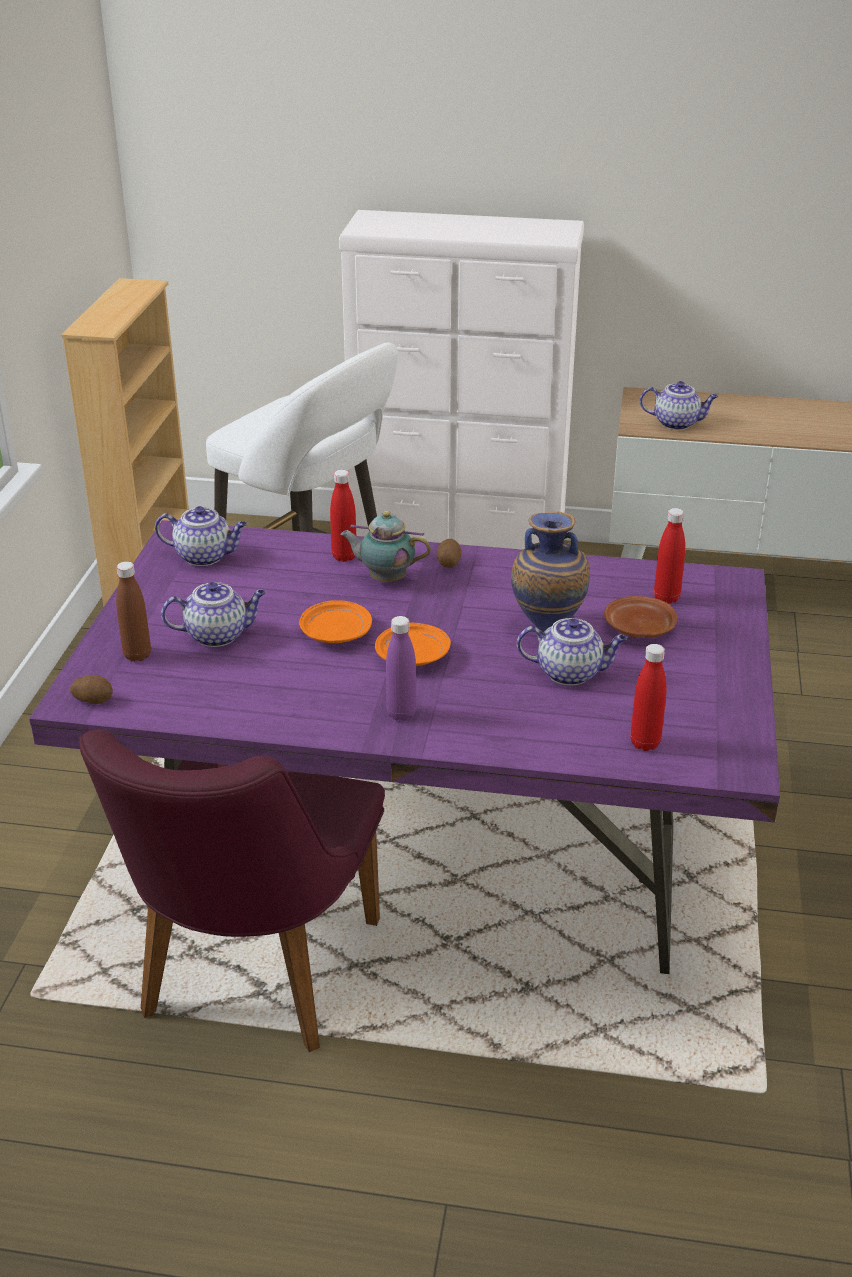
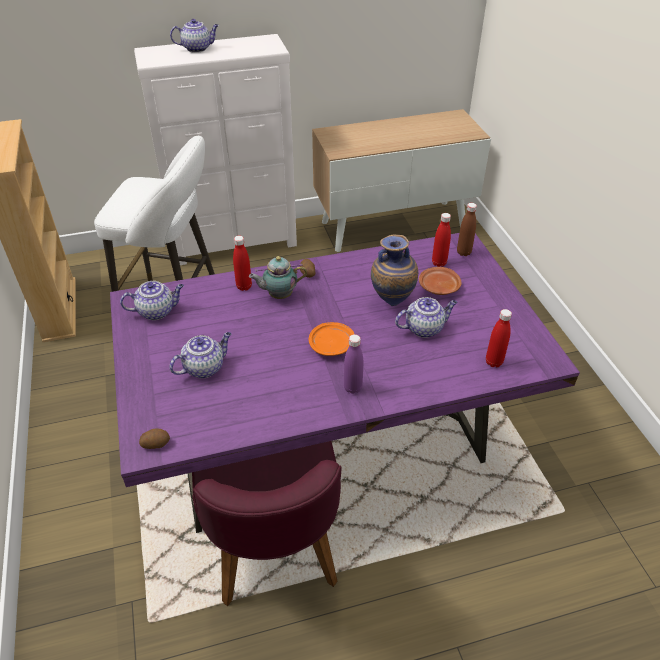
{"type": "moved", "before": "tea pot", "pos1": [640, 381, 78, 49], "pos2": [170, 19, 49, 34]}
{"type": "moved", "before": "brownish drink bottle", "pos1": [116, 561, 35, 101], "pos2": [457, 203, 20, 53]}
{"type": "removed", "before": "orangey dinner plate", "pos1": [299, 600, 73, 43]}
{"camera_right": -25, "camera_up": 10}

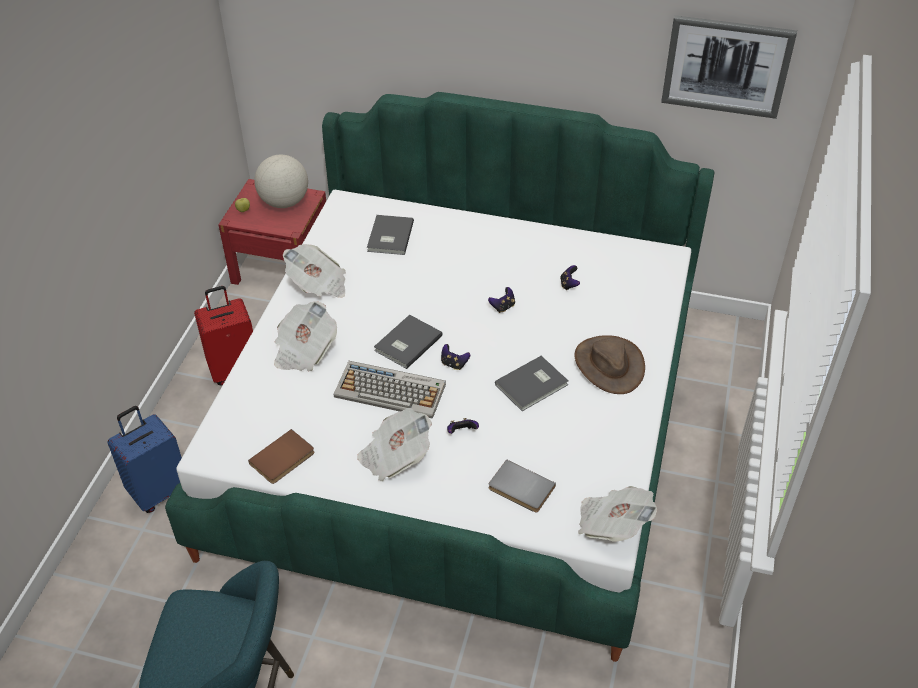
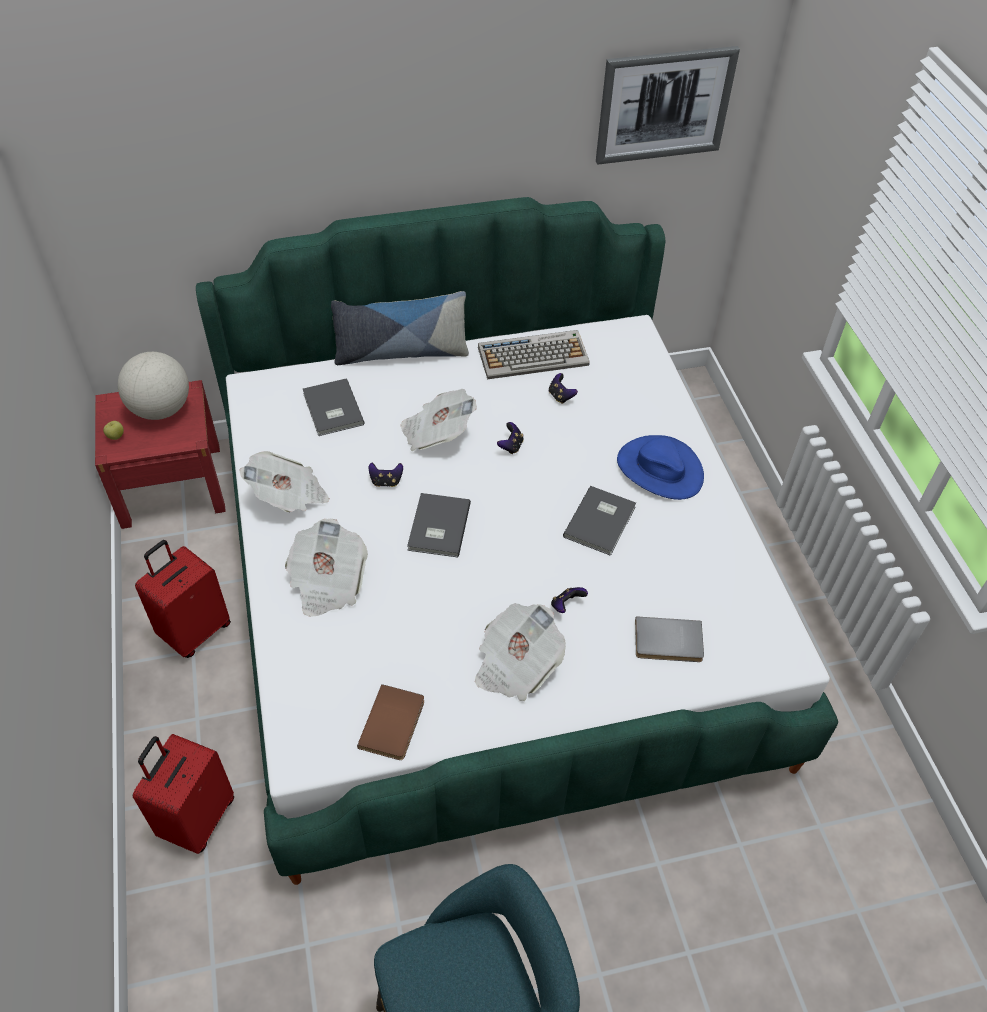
{"type": "recoloured", "before": "brownish clothing hat", "after": "bluish clothing hat", "pos1": [574, 335, 71, 59], "pos2": [617, 435, 87, 65]}
{"type": "moved", "before": "joypad", "pos1": [441, 344, 29, 26], "pos2": [369, 462, 34, 25]}
{"type": "moved", "before": "computer keyboard", "pos1": [334, 361, 112, 58], "pos2": [478, 330, 112, 50]}
{"type": "recoloured", "before": "bluish travel case", "after": "reddish travel case", "pos1": [107, 406, 75, 107], "pos2": [133, 734, 101, 120]}
{"type": "moved", "before": "daily paper", "pos1": [578, 486, 79, 56], "pos2": [400, 389, 77, 62]}
{"type": "added", "after": "cushion", "pos2": [331, 291, 138, 74]}
{"camera_right": -30, "camera_up": 5}

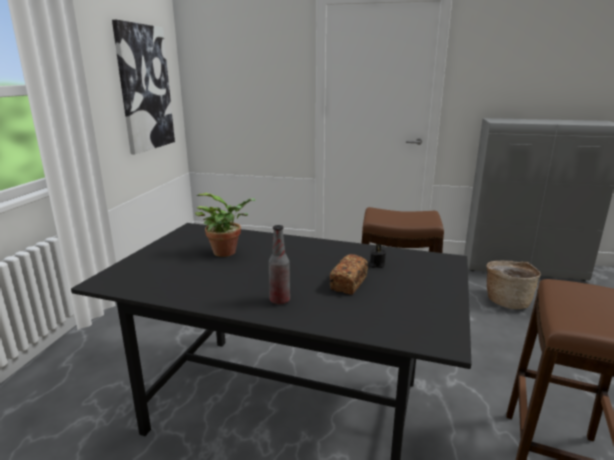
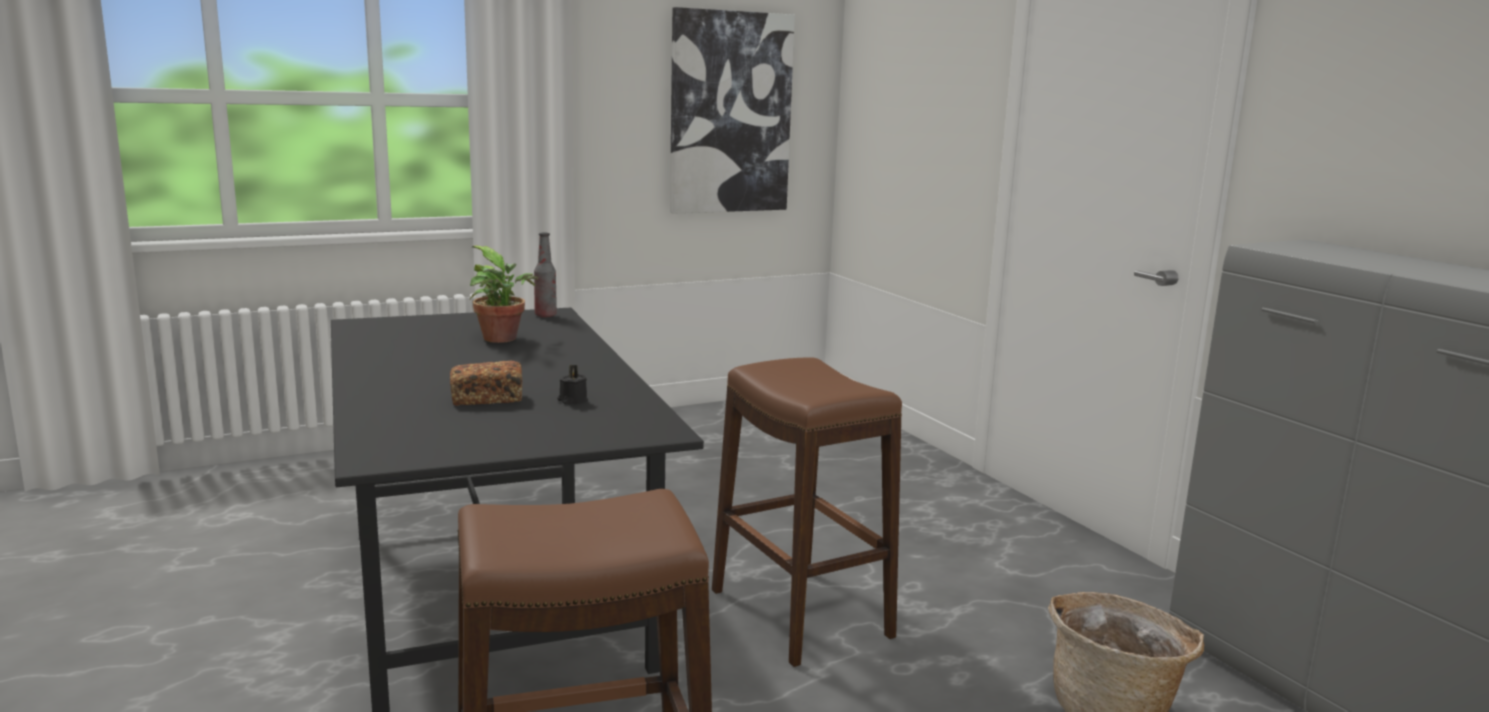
{"type": "moved", "before": "drink bottle", "pos1": [269, 225, 21, 80], "pos2": [534, 233, 23, 84]}
{"camera_right": 50, "camera_up": -5}

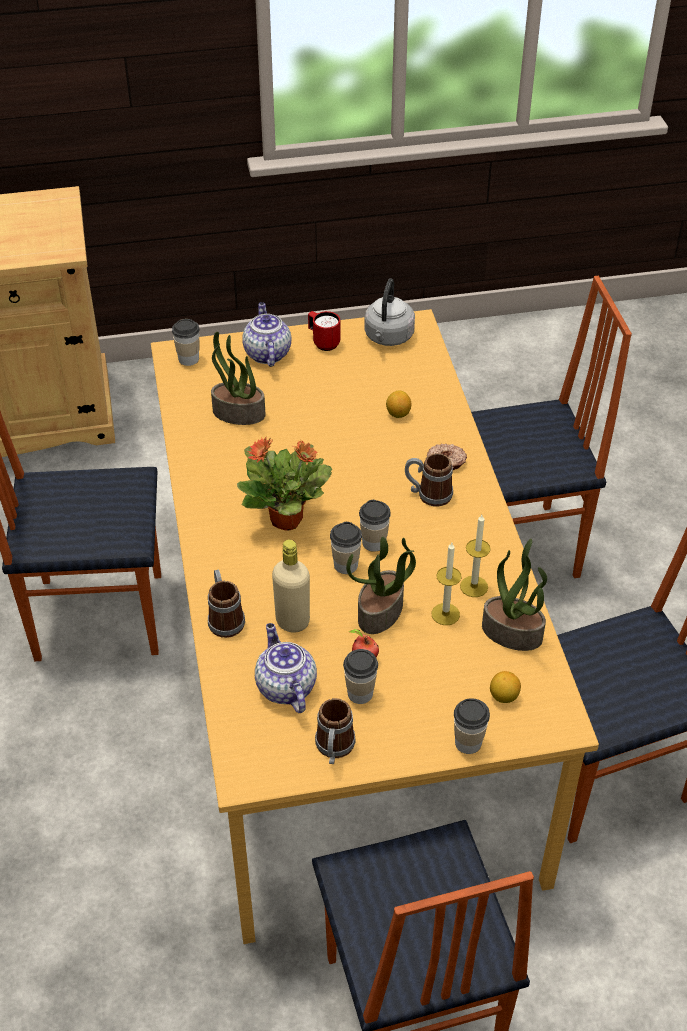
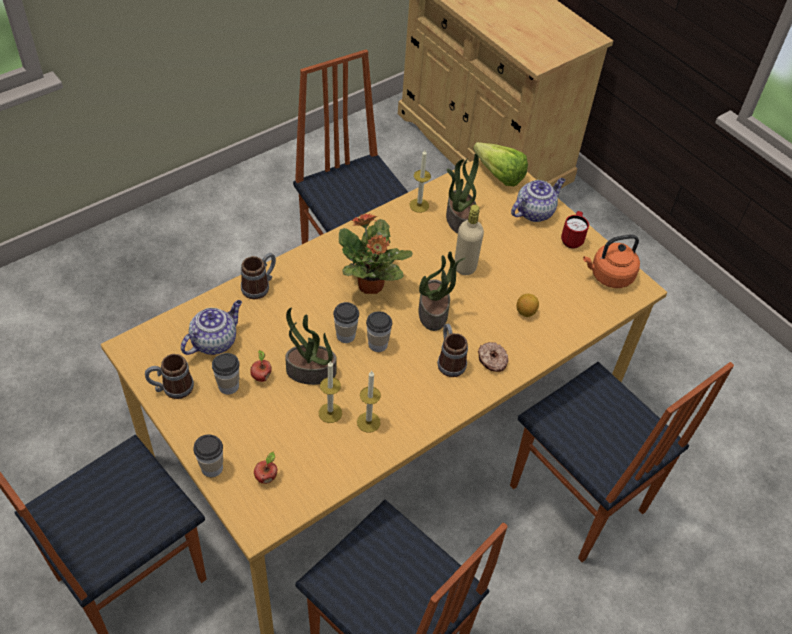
{"type": "recoloured", "before": "gray water kettle", "after": "orangey water kettle", "pos1": [364, 278, 51, 68], "pos2": [583, 234, 57, 54]}
{"type": "replaced", "before": "small cup", "after": "lettuce head", "pos1": [172, 319, 28, 47], "pos2": [473, 142, 55, 44]}
{"type": "moved", "before": "houseplant", "pos1": [482, 539, 65, 112], "pos2": [418, 252, 48, 79]}
{"type": "moved", "before": "beige-coloured drink bottle", "pos1": [272, 540, 38, 93], "pos2": [454, 204, 30, 71]}
{"type": "replaced", "before": "lemon", "after": "whole apple", "pos1": [490, 671, 31, 32], "pos2": [254, 451, 23, 33]}
{"type": "added", "after": "wax light", "pos2": [410, 150, 21, 63]}
{"camera_right": 60, "camera_up": 5}

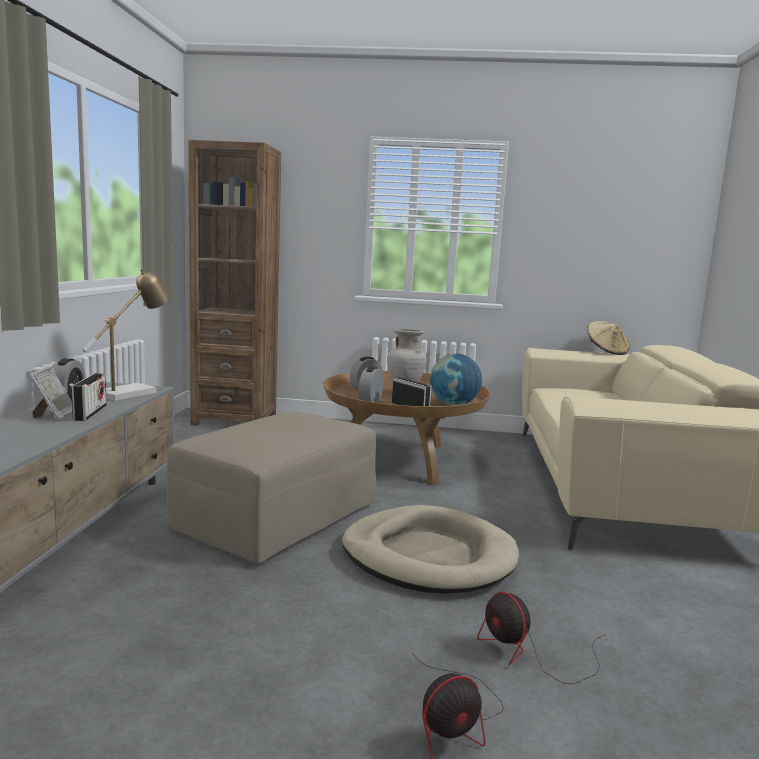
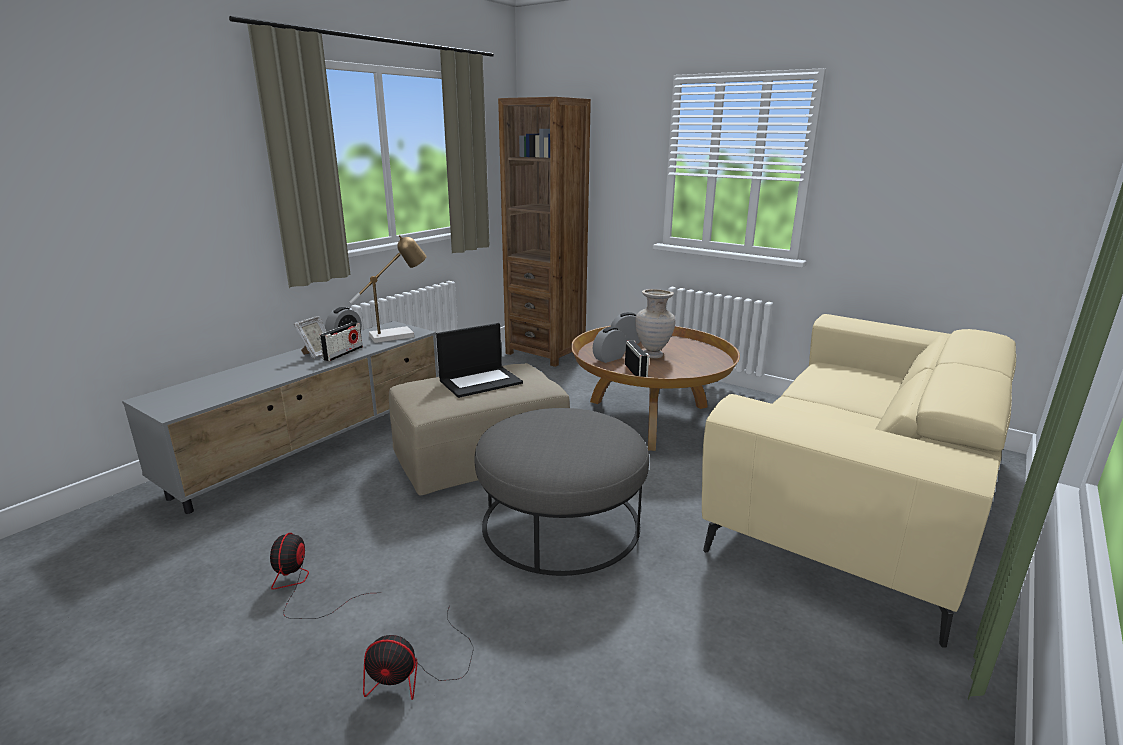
{"type": "removed", "before": "beige-coloured clothing hat", "pos1": [587, 321, 43, 34]}
{"type": "removed", "before": "world globe", "pos1": [430, 354, 52, 51]}
{"type": "replaced", "before": "beige-coloured dog bed", "after": "gray pouffe", "pos1": [342, 505, 177, 89], "pos2": [475, 408, 174, 168]}
{"type": "moved", "before": "fan", "pos1": [477, 592, 128, 92], "pos2": [270, 533, 99, 86]}
{"type": "added", "after": "notebook computer", "pos2": [436, 323, 87, 75]}
{"camera_right": 30, "camera_up": 10}

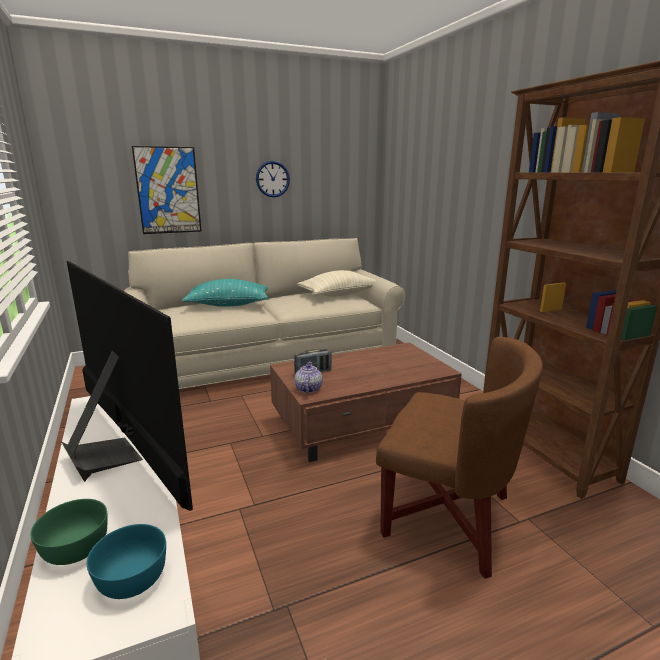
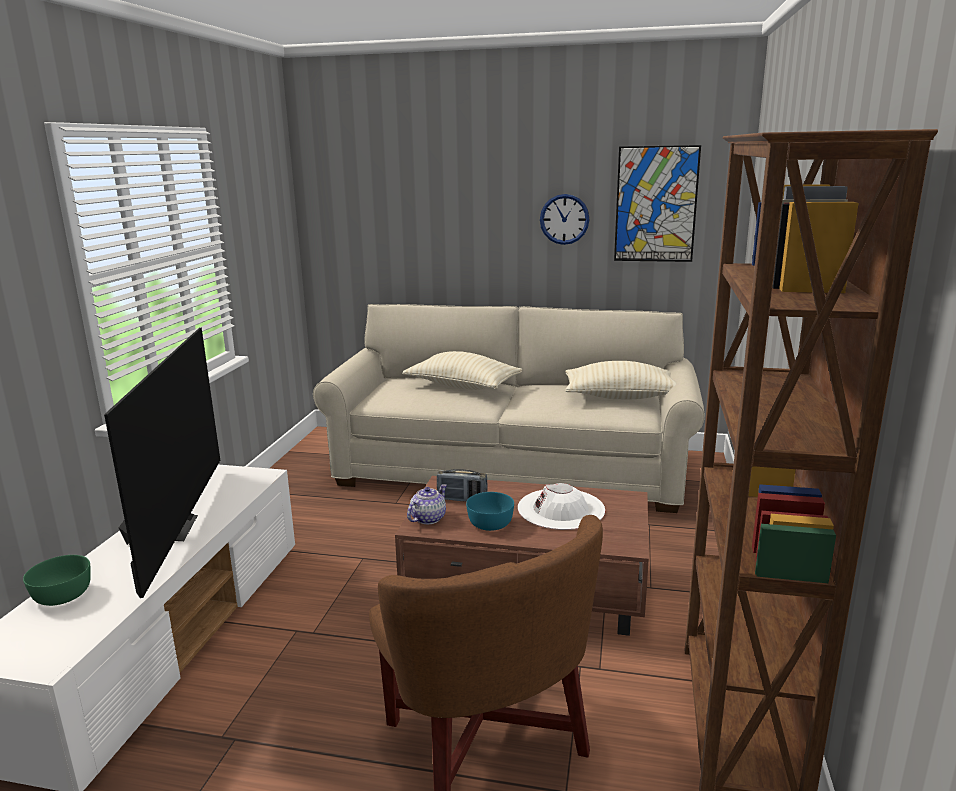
{"type": "moved", "before": "wall art", "pos1": [132, 146, 70, 88], "pos2": [614, 145, 87, 117]}
{"type": "recoloured", "before": "turquoise-coloured cushion", "after": "beige-coloured cushion", "pos1": [182, 279, 87, 28], "pos2": [402, 351, 120, 39]}
{"type": "moved", "before": "turquoise-coloured serving bowl", "pos1": [87, 524, 79, 75], "pos2": [466, 492, 48, 39]}
{"type": "added", "after": "white clothing hat", "pos2": [518, 483, 87, 47]}
{"camera_right": 35, "camera_up": 0}

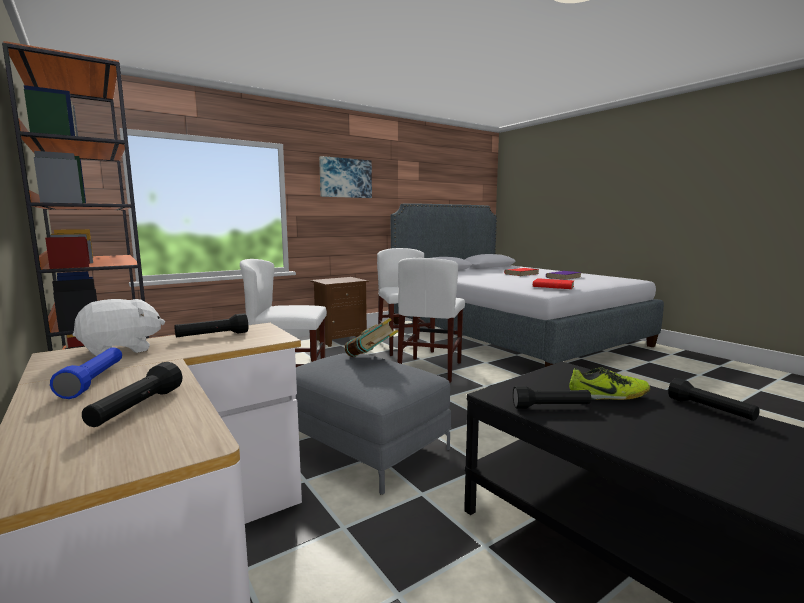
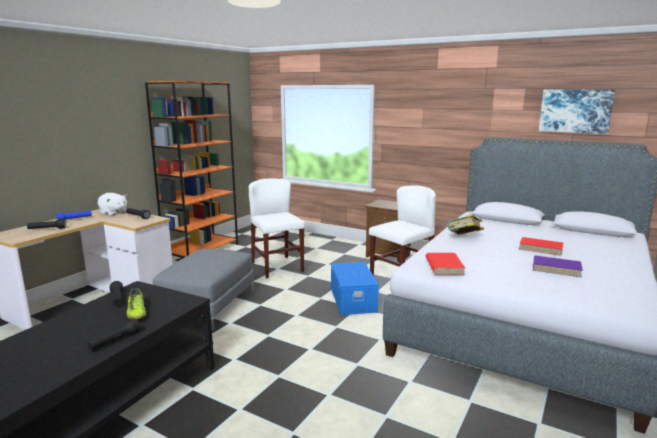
{"type": "moved", "before": "wall art", "pos1": [319, 156, 53, 42], "pos2": [539, 89, 76, 45]}
{"type": "replaced", "before": "white upright chair", "after": "bluish storage bin", "pos1": [398, 258, 67, 125], "pos2": [331, 262, 48, 53]}
{"type": "moved", "before": "volume", "pos1": [344, 318, 55, 39], "pos2": [447, 214, 37, 21]}
{"camera_right": 65, "camera_up": 5}

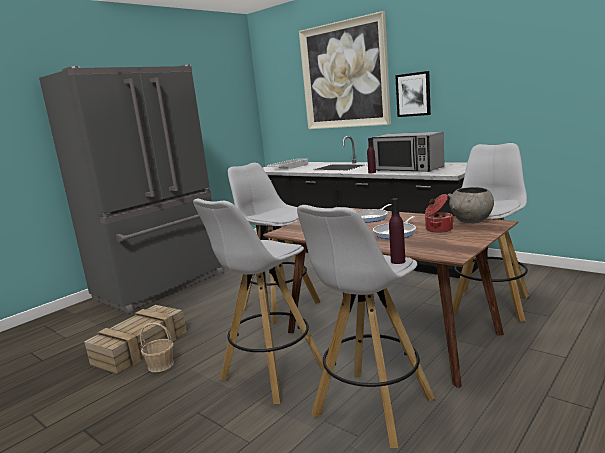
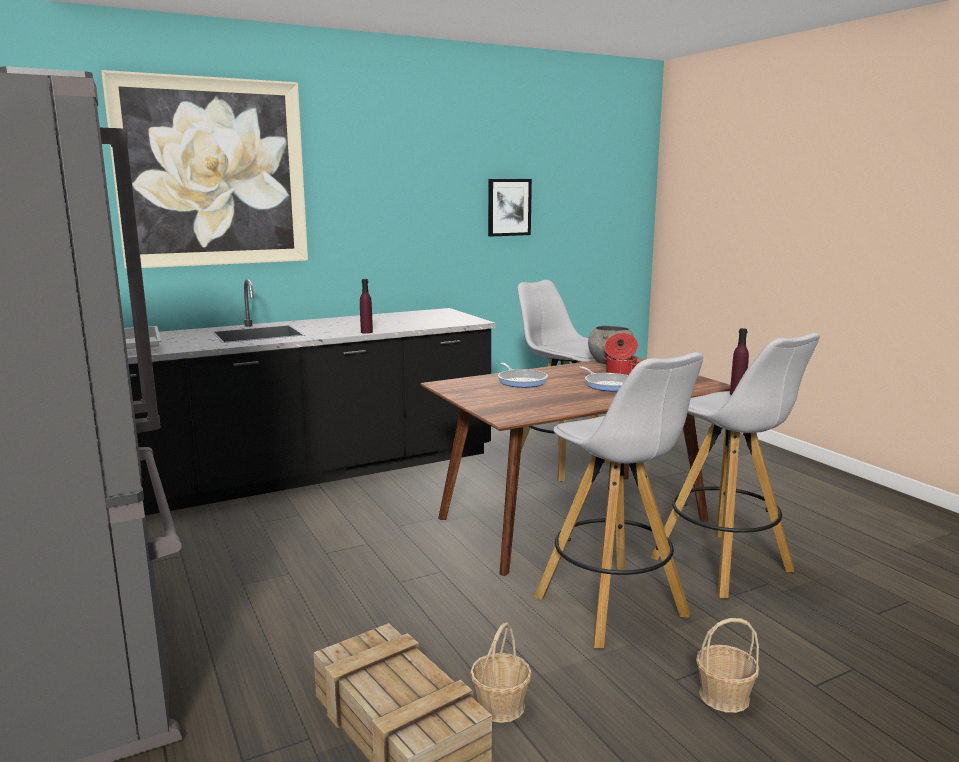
{"type": "moved", "before": "wall art", "pos1": [395, 71, 36, 46], "pos2": [488, 179, 44, 58]}
{"type": "removed", "before": "kitchen microwave", "pos1": [372, 132, 73, 40]}
{"type": "removed", "before": "white stool seat", "pos1": [228, 163, 93, 161]}
{"type": "added", "after": "storage basket", "pos2": [696, 618, 63, 95]}
{"camera_right": -70, "camera_up": 0}

